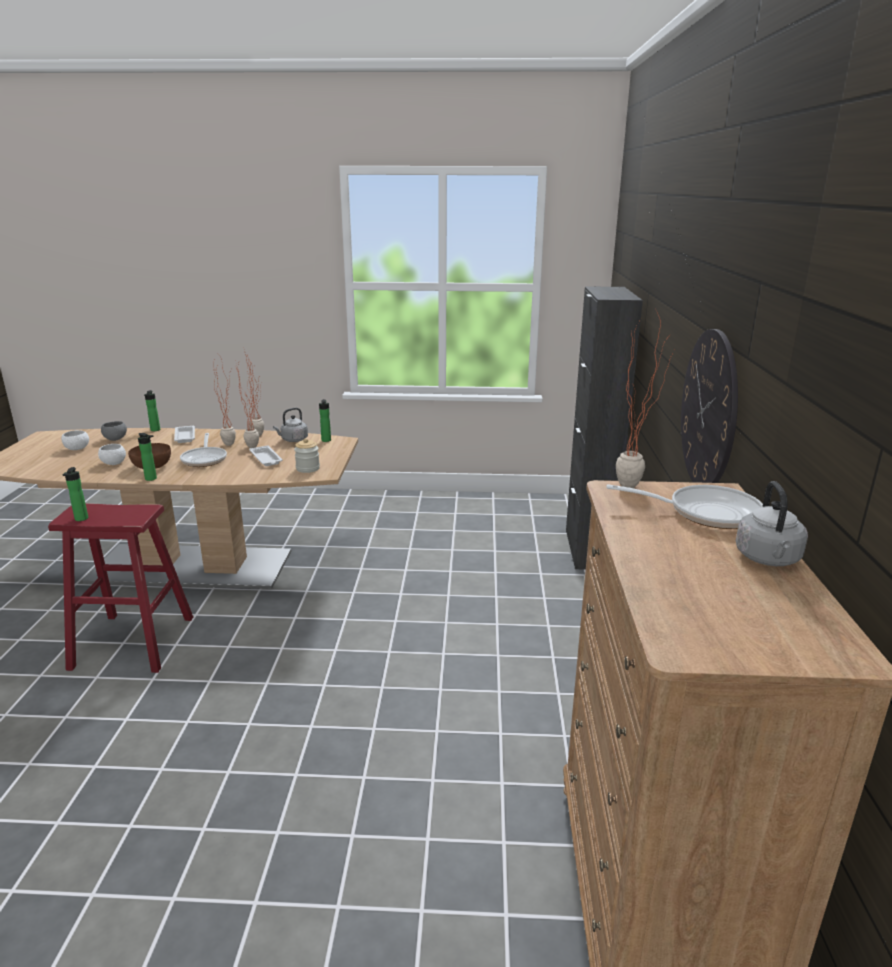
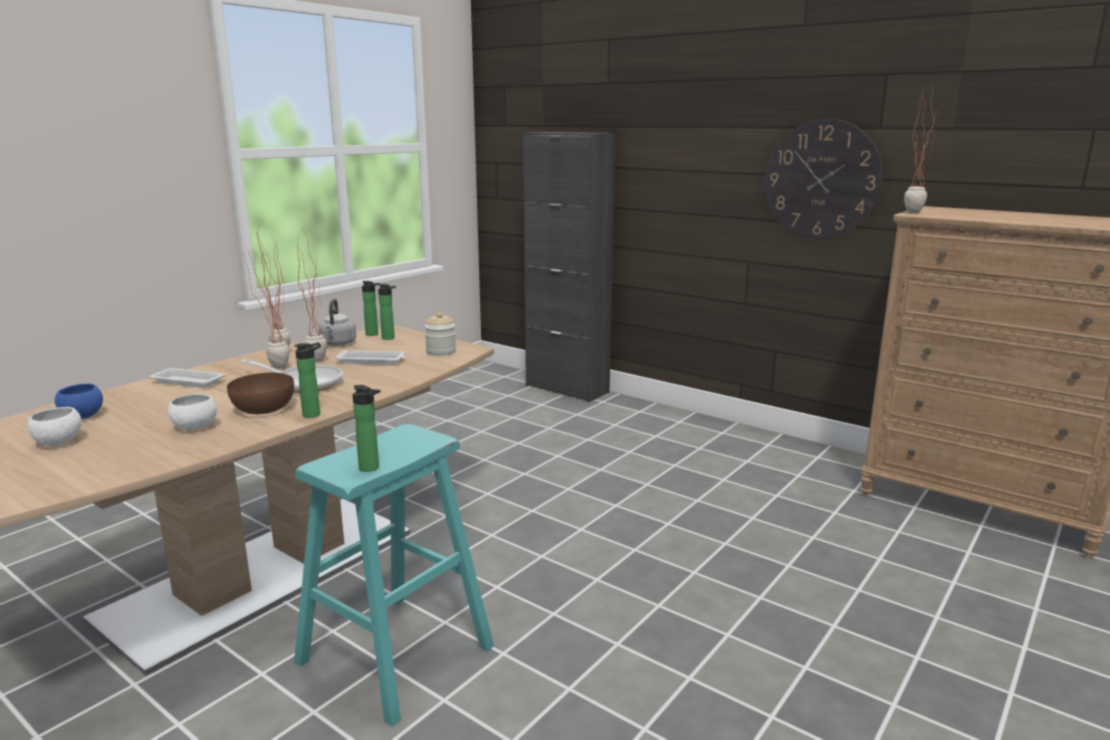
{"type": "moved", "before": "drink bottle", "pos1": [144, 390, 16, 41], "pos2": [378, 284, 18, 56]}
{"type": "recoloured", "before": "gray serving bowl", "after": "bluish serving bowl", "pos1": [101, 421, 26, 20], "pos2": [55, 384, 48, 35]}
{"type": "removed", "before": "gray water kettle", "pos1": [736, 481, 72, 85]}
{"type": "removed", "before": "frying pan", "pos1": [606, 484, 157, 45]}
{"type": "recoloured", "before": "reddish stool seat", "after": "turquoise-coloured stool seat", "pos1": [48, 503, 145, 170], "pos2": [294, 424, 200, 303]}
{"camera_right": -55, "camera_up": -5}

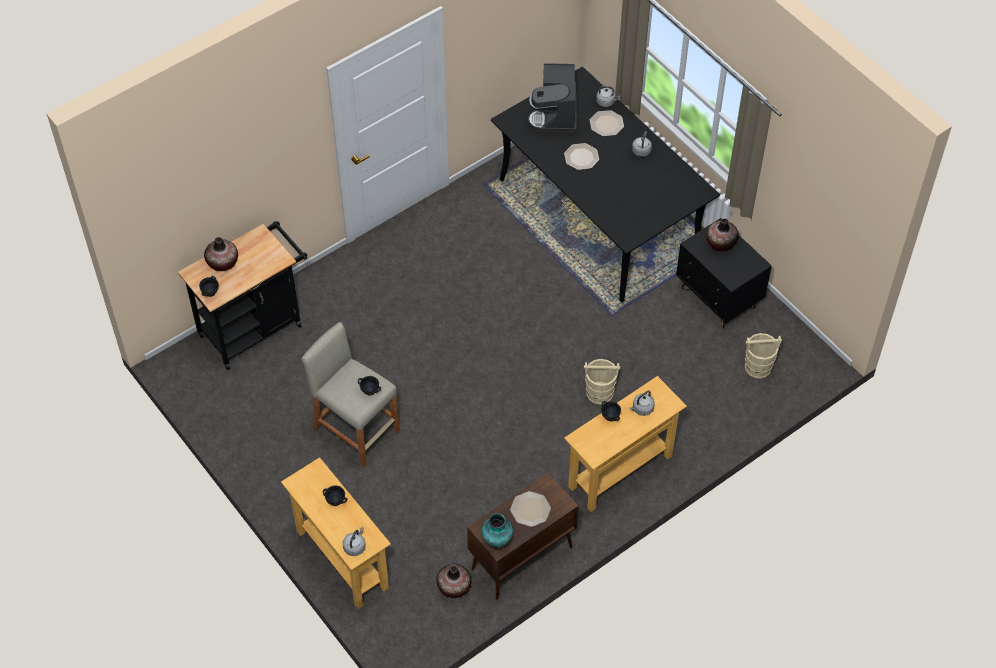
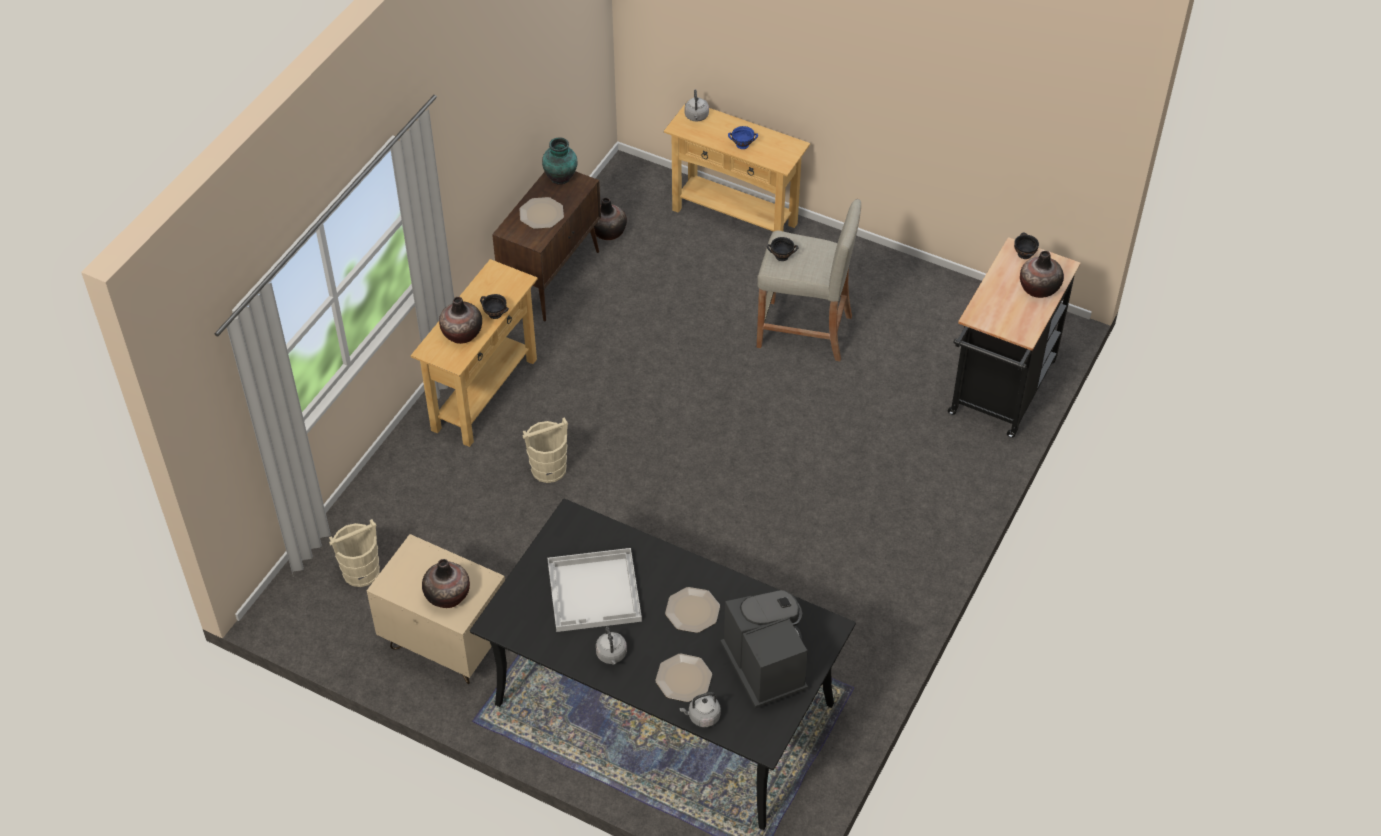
{"type": "recoloured", "before": "blackish bedside table", "after": "beige-coloured bedside table", "pos1": [676, 218, 96, 111], "pos2": [367, 534, 138, 150]}
{"type": "replaced", "before": "gray water kettle", "after": "vase", "pos1": [629, 391, 26, 25], "pos2": [439, 297, 43, 47]}
{"type": "recoloured", "before": "blackish serving bowl", "after": "bluish serving bowl", "pos1": [323, 485, 24, 21], "pos2": [728, 126, 30, 23]}
{"type": "added", "after": "white carrying tray", "pos2": [548, 548, 94, 84]}
{"camera_right": 155, "camera_up": -5}

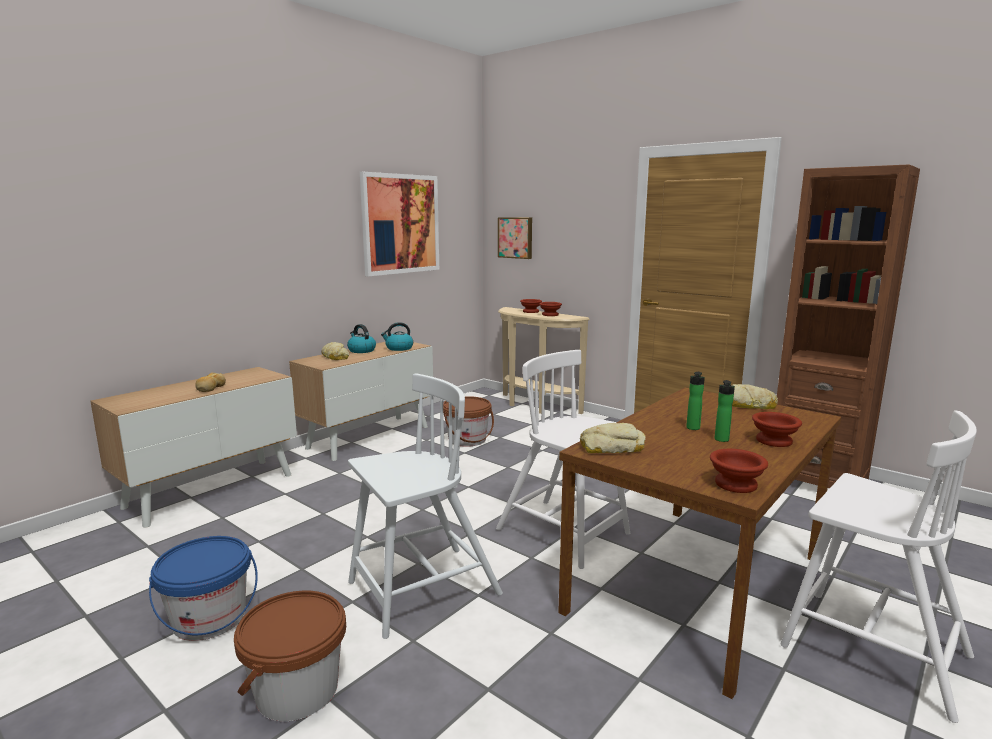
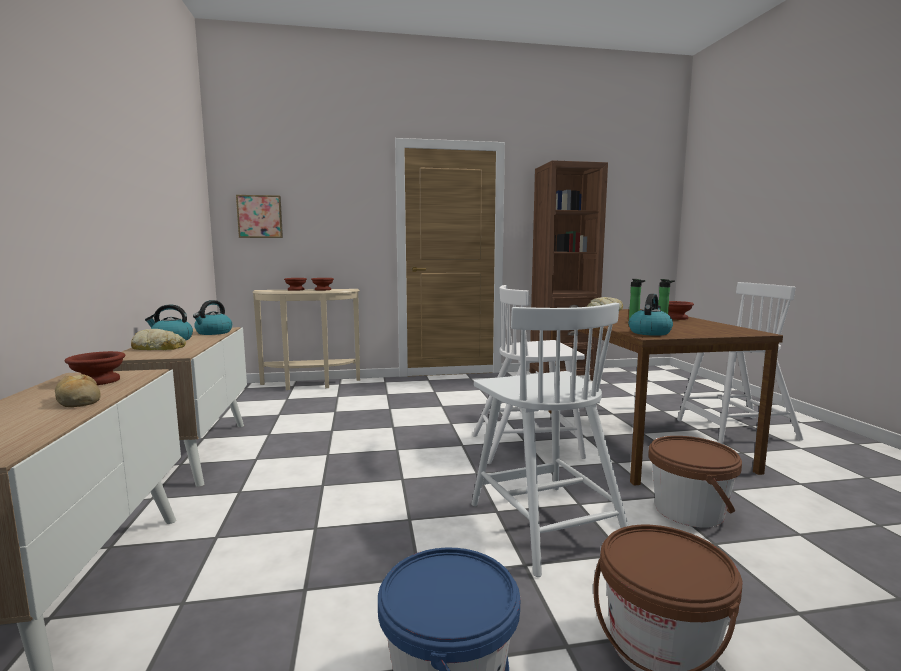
{"type": "removed", "before": "wall art", "pos1": [360, 172, 79, 104]}
{"type": "turned", "before": "white upright chair", "pos1": [348, 374, 155, 265], "pos2": [471, 303, 157, 274], "turn": 150}
{"type": "moved", "before": "brownish bucket", "pos1": [443, 396, 51, 51], "pos2": [648, 436, 94, 92]}
{"type": "replaced", "before": "baked bread", "after": "water kettle", "pos1": [580, 423, 66, 30], "pos2": [629, 294, 44, 42]}
{"type": "moved", "before": "brownish serving bowl", "pos1": [710, 449, 58, 44], "pos2": [65, 351, 60, 34]}
{"camera_right": -50, "camera_up": -5}

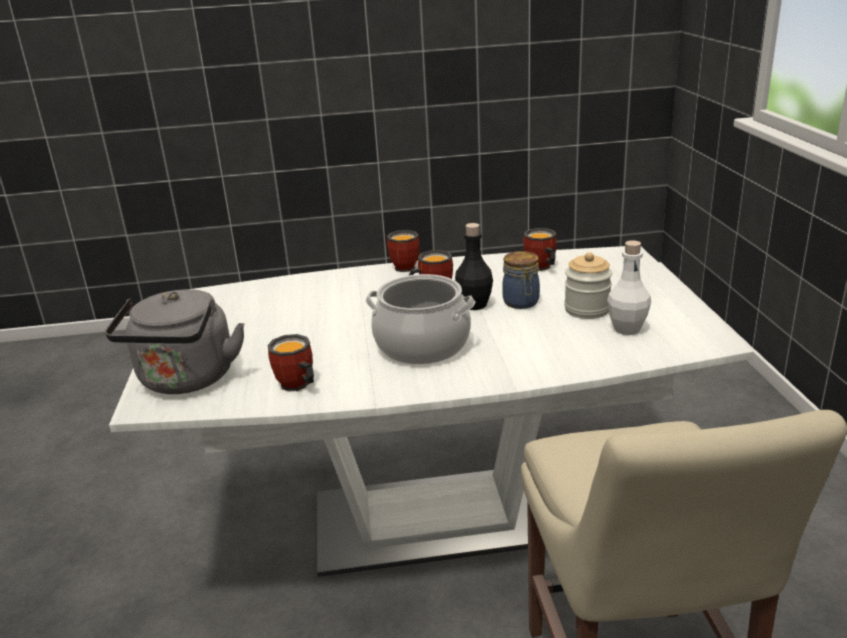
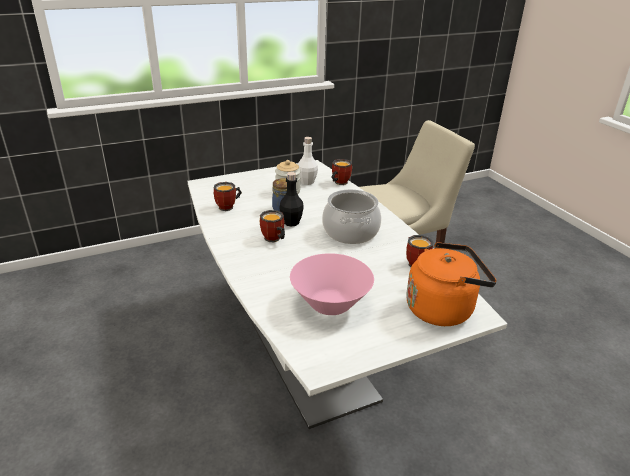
{"type": "moved", "before": "tea mug", "pos1": [387, 230, 33, 42], "pos2": [331, 159, 21, 26]}
{"type": "recoloured", "before": "gray water kettle", "after": "orangey water kettle", "pos1": [105, 289, 140, 105], "pos2": [406, 242, 91, 84]}
{"type": "added", "after": "pinkish serving bowl", "pos2": [290, 253, 84, 62]}
{"camera_right": -110, "camera_up": 5}

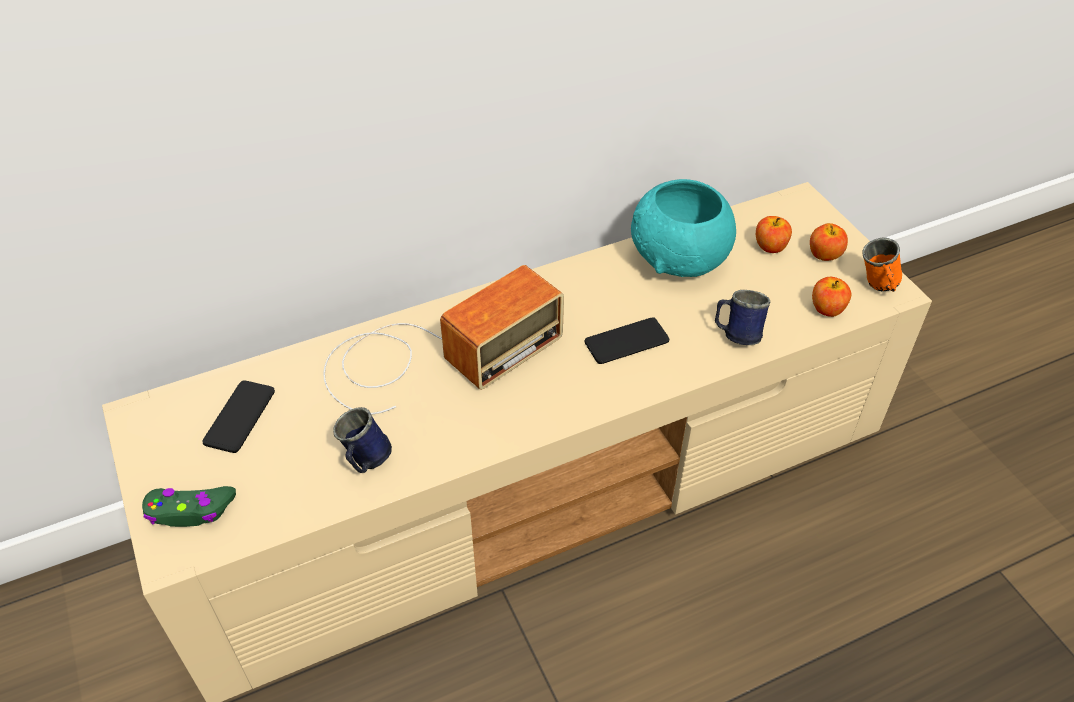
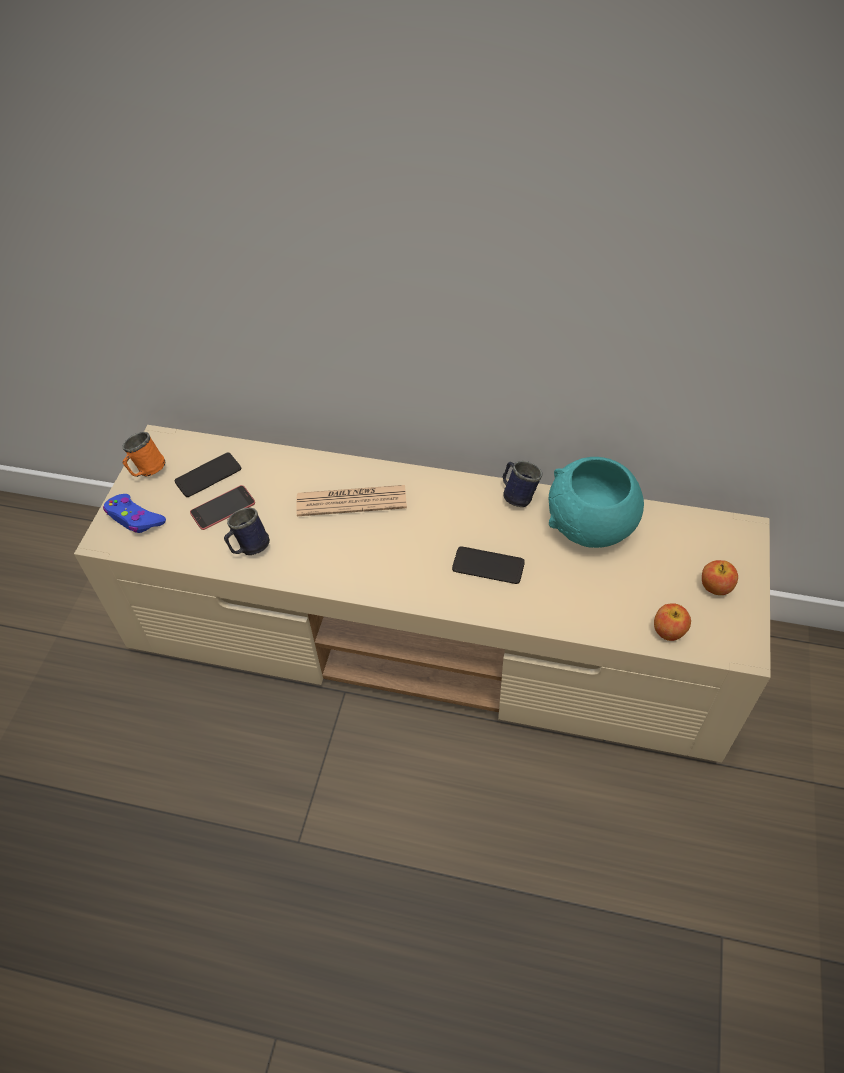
{"type": "removed", "before": "whole apple", "pos1": [756, 216, 36, 37]}
{"type": "moved", "before": "orangey tea mug", "pos1": [862, 237, 40, 55], "pos2": [122, 432, 43, 45]}
{"type": "replaced", "before": "radio", "after": "daily paper", "pos1": [323, 265, 241, 150], "pos2": [296, 485, 111, 31]}
{"type": "moved", "before": "bluish tea mug", "pos1": [715, 290, 55, 55], "pos2": [503, 461, 40, 46]}
{"type": "recoloured", "before": "greenish joypad", "after": "bluish joypad", "pos1": [142, 486, 94, 41], "pos2": [103, 494, 63, 39]}
{"type": "added", "after": "phone", "pos2": [190, 485, 65, 45]}
{"camera_right": 40, "camera_up": 5}

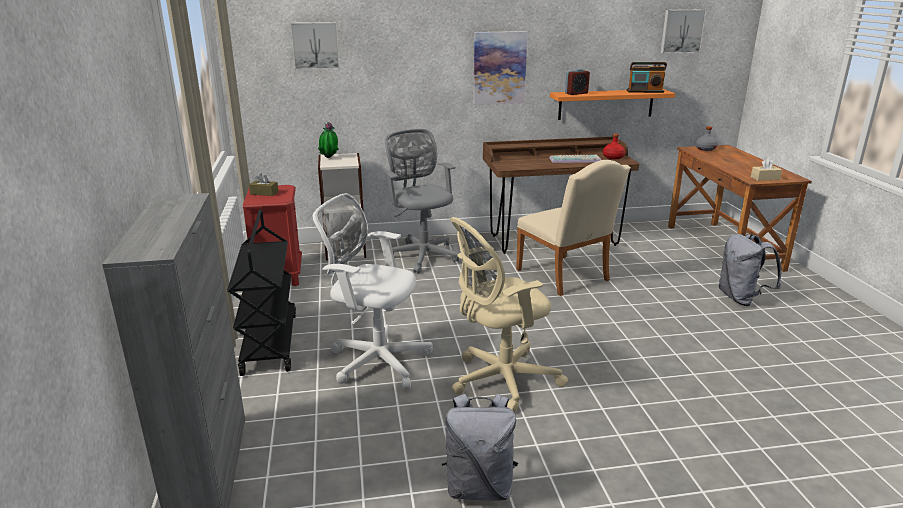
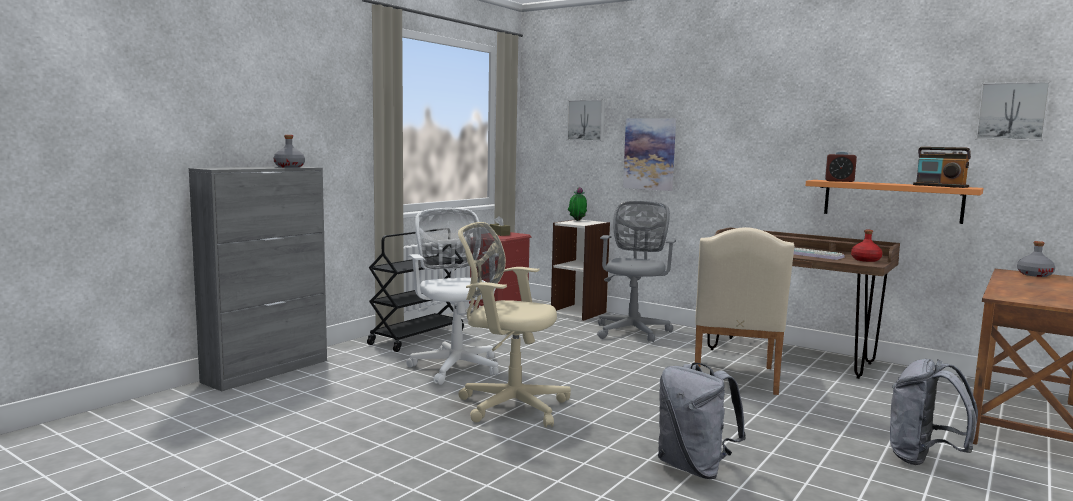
{"type": "moved", "before": "wall art", "pos1": [473, 31, 55, 74], "pos2": [623, 118, 53, 73]}
{"type": "removed", "before": "beige-coloured tissue box", "pos1": [751, 158, 31, 23]}
{"type": "moved", "before": "gray knapsack", "pos1": [442, 394, 76, 107], "pos2": [658, 363, 88, 116]}
{"type": "added", "after": "gray drink bottle", "pos2": [274, 135, 31, 33]}
{"camera_right": 45, "camera_up": -15}

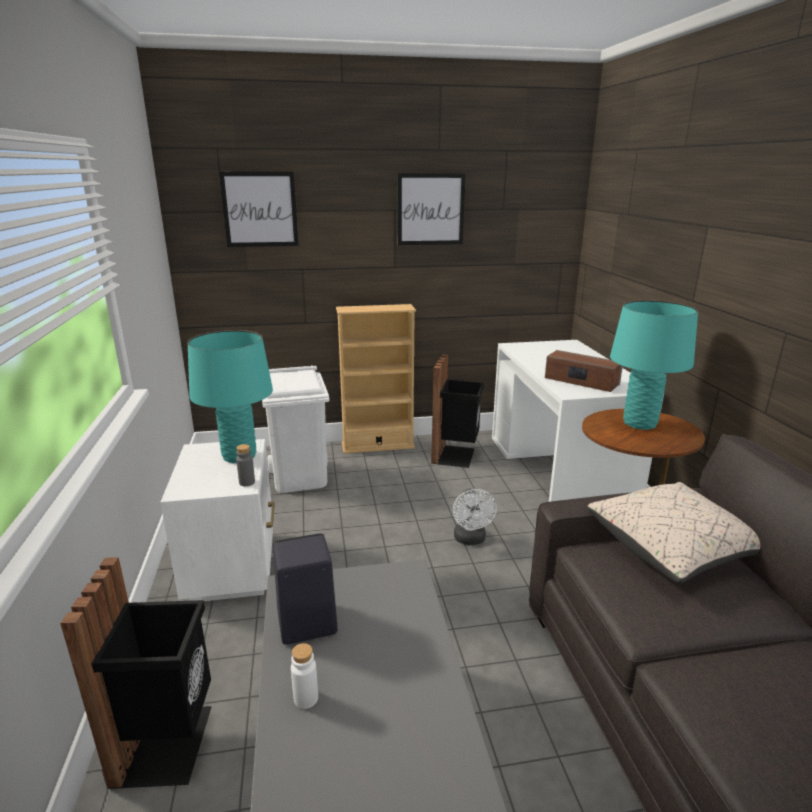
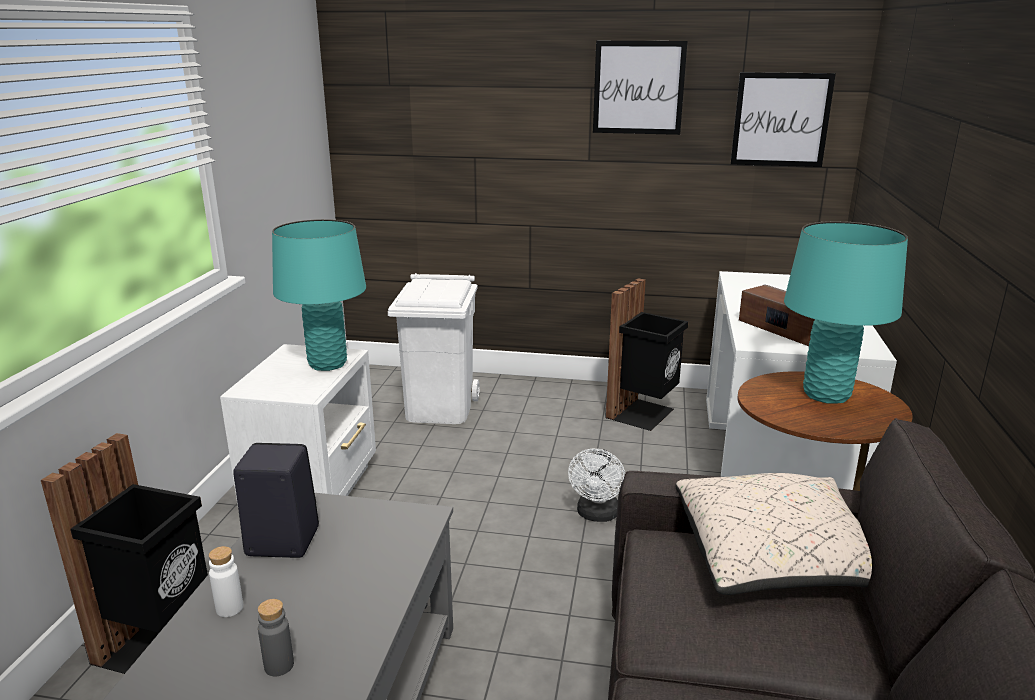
{"type": "moved", "before": "wall art", "pos1": [219, 172, 79, 75], "pos2": [730, 72, 106, 95]}
{"type": "removed", "before": "beige-coloured shelving unit", "pos1": [336, 304, 80, 150]}
{"type": "moved", "before": "gray drink bottle", "pos1": [236, 444, 19, 42], "pos2": [258, 599, 36, 77]}
{"camera_right": 20, "camera_up": 0}

